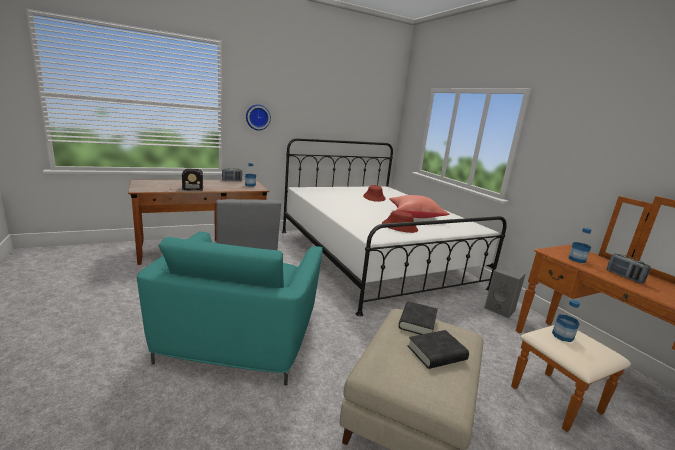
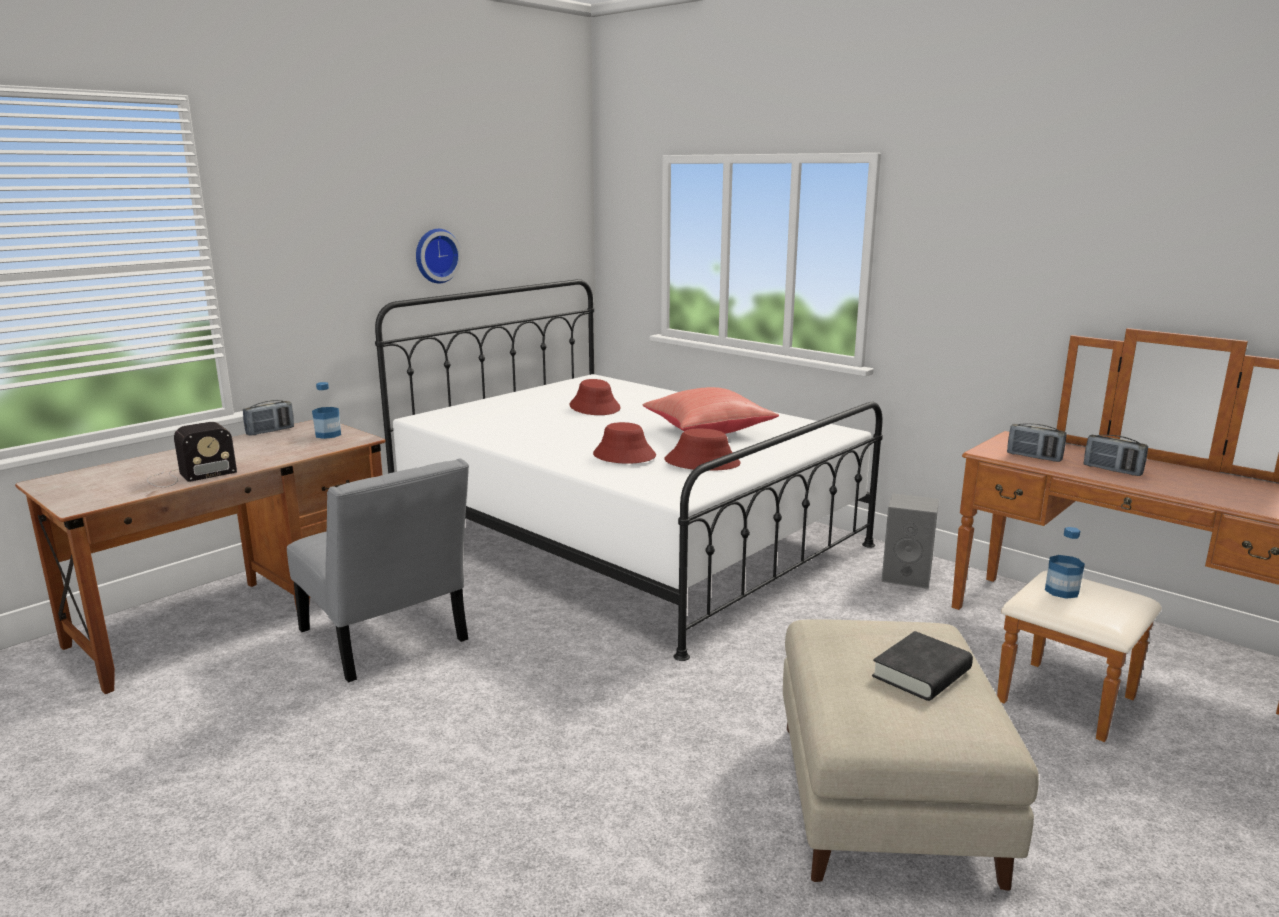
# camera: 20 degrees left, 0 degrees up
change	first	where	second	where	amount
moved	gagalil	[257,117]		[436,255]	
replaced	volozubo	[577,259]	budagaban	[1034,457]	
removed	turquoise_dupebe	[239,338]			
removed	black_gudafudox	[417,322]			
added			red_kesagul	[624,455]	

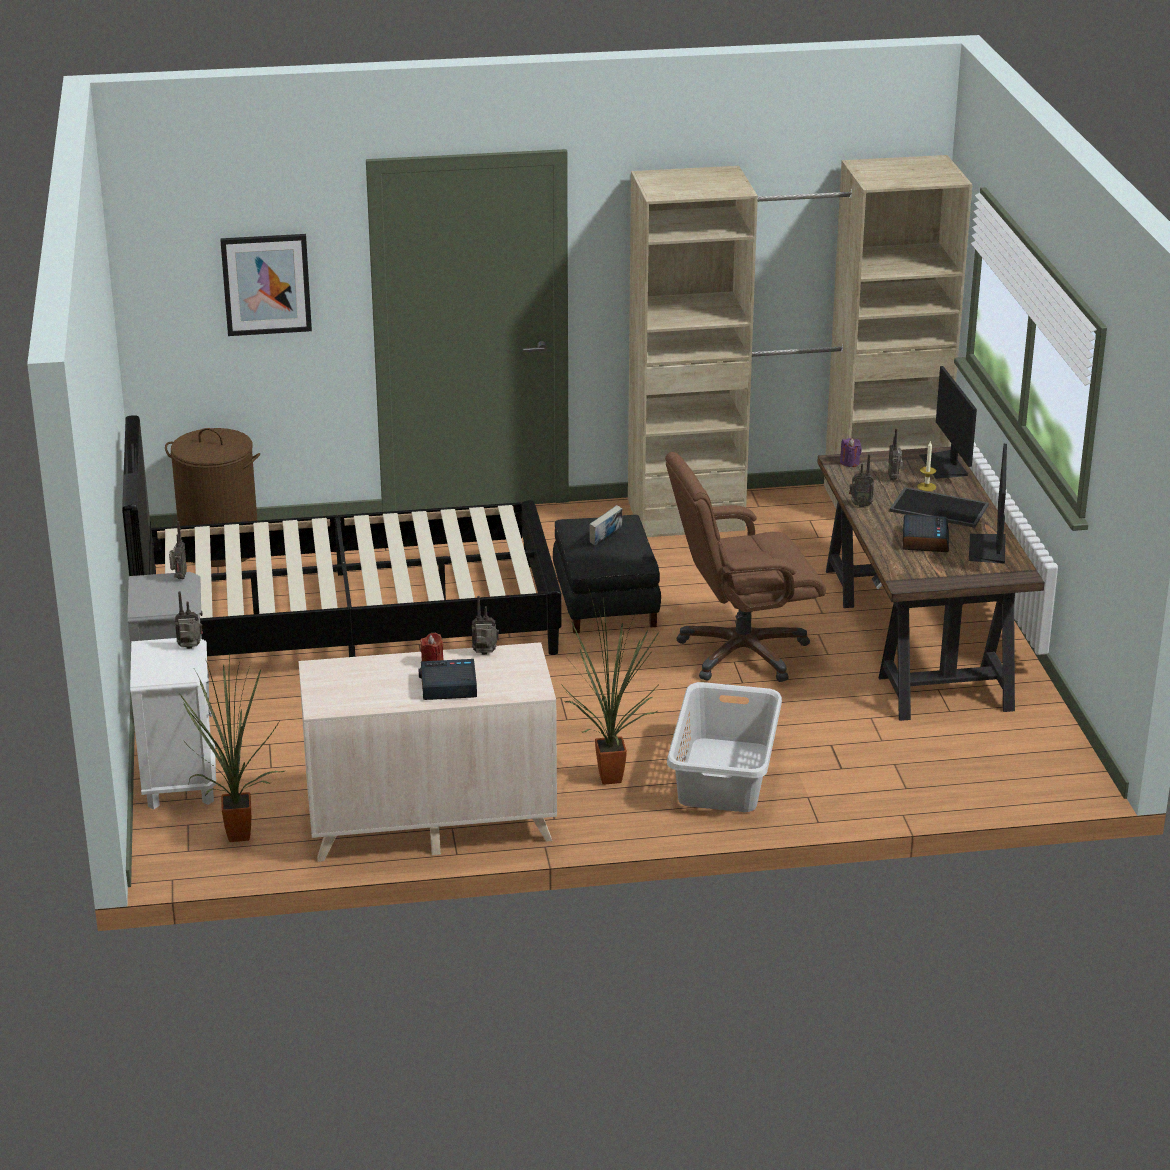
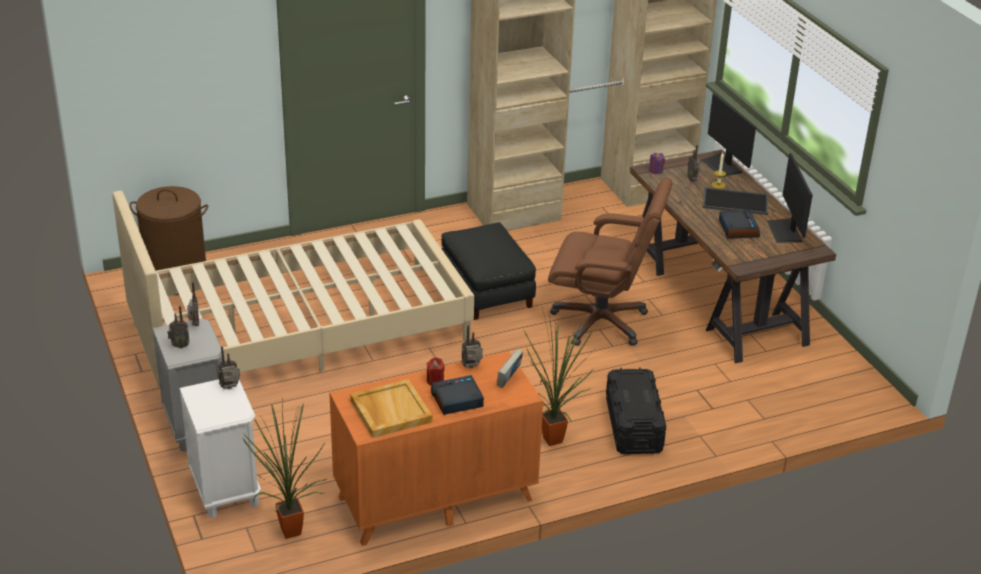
# camera: 15 degrees left, 5 degrees up
change	first	where	second	where	amount
removed	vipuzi	[266,284]			
recoloured	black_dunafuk	[346,622]	beige_dunafuk	[300,331]	
turned	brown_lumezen	[741,653]		[601,321]	135 degrees counterclockwise
moved	budagaban	[860,505]		[179,345]	
moved	gudafudox	[605,539]		[509,380]	
recoloured	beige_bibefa	[430,823]	orange_bibefa	[434,498]	
replaced	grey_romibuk	[725,775]	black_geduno	[633,425]	
added			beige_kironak	[390,411]	

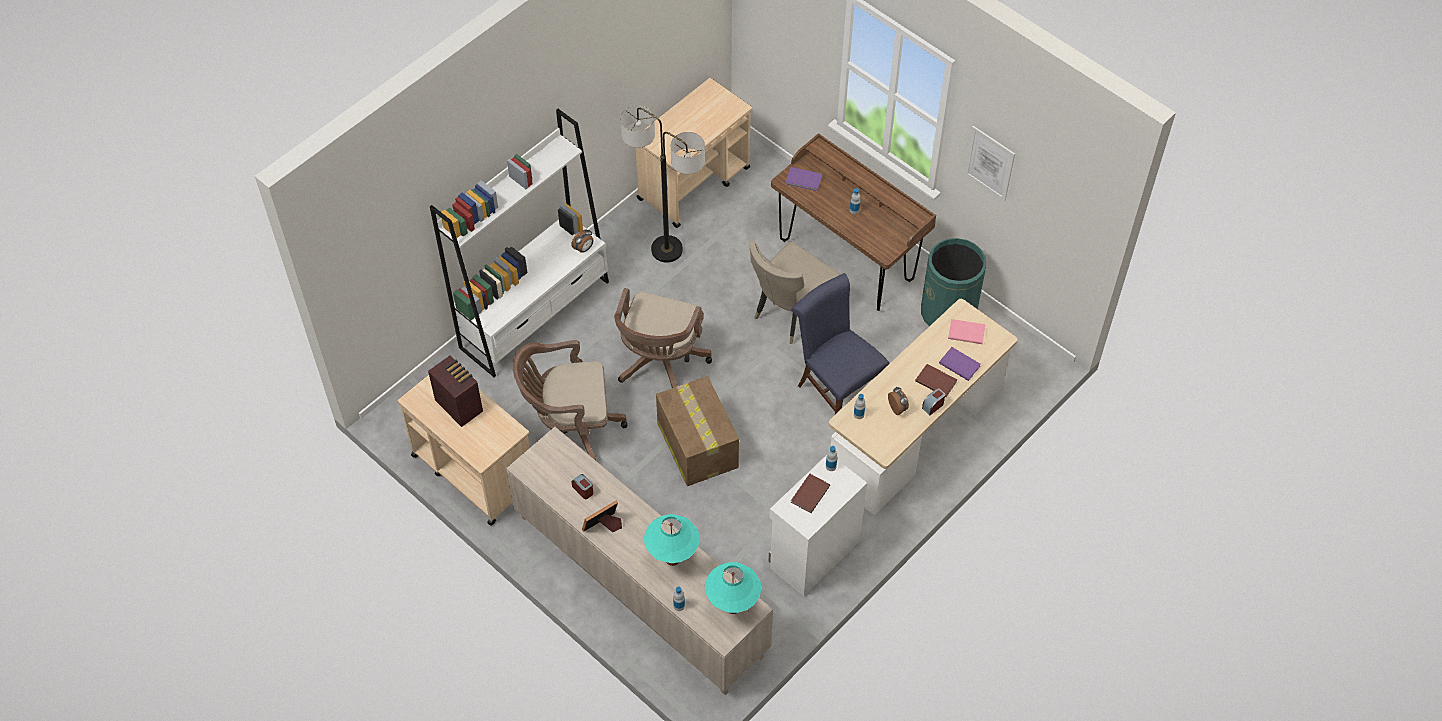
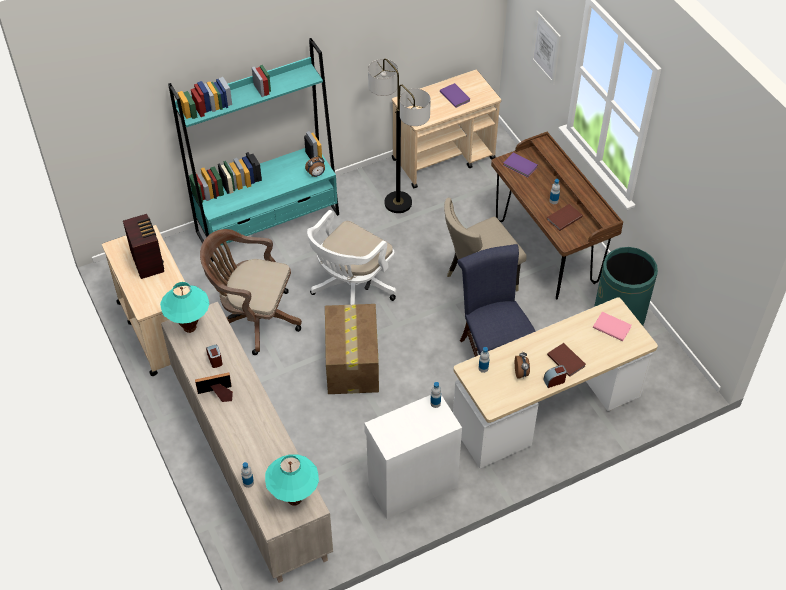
# camera: 20 degrees right, 5 degrees down
change	first	where	second	where	amount
recoloured	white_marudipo	[535,314]	turquoise_marudipo	[268,223]	
moved	vipuzi	[989,163]		[546,47]	
recoloured	brown_lumezen	[660,364]	white_lumezen	[351,290]	
moved	purple_gudafudox	[959,364]		[455,96]	
moved	brown_gudafudox	[809,494]		[563,218]	
moved	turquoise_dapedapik	[672,559]		[189,327]	

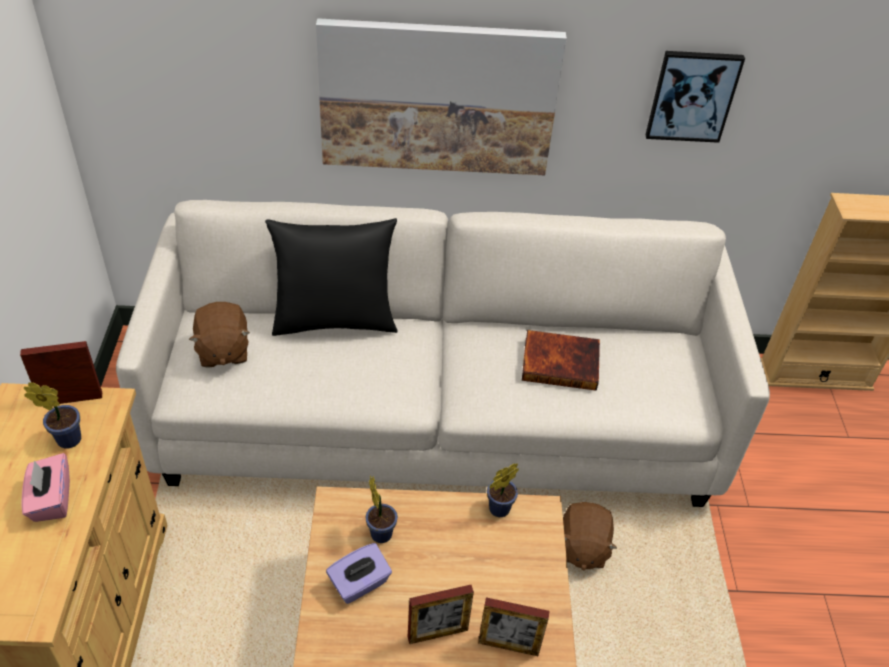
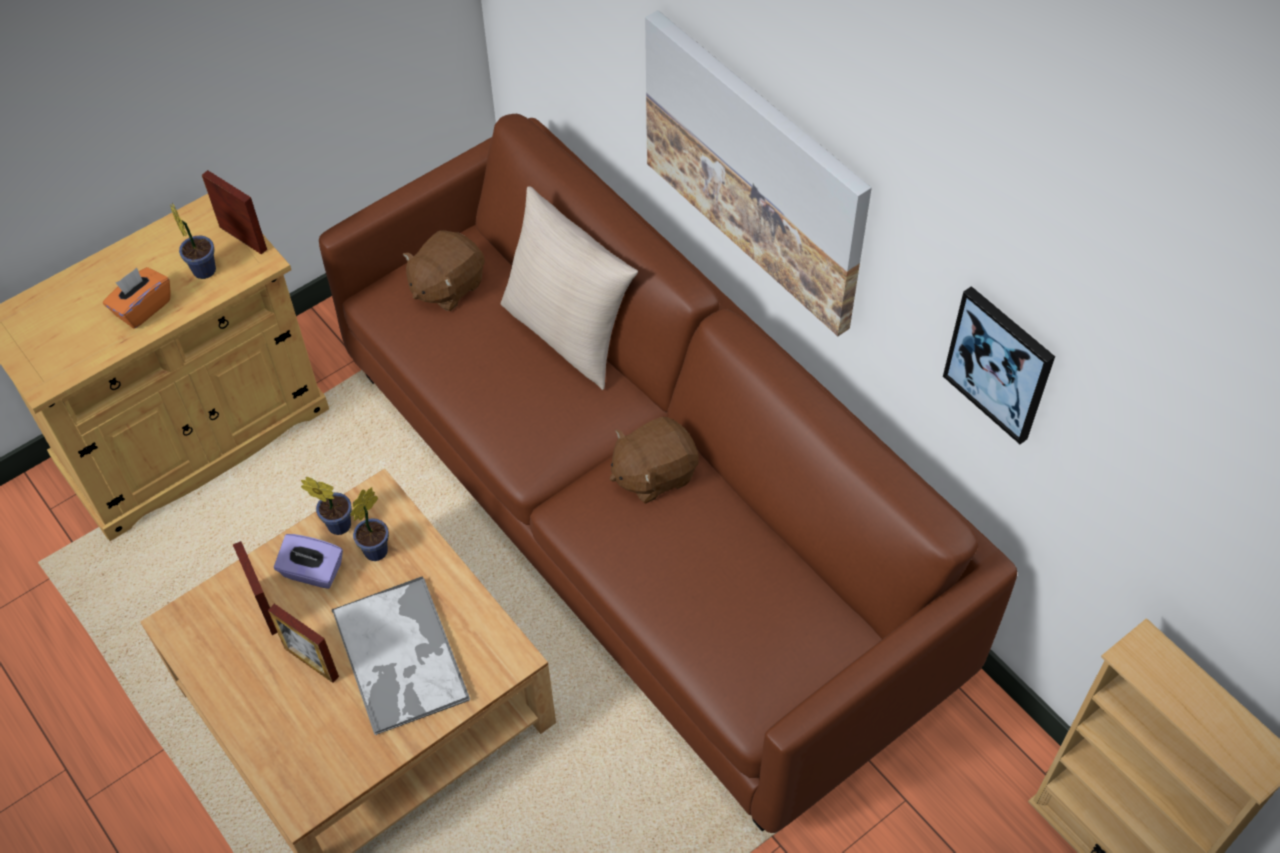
# camera: 55 degrees right, 10 degrees up
change	first	where	second	where	amount
recoloured	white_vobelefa	[438,418]	brown_vobelefa	[643,515]	
recoloured	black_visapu	[335,320]	beige_visapu	[568,333]	
removed	gudafudox	[561,362]			
recoloured	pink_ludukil	[51,500]	orange_ludukil	[142,308]	
moved	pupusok	[496,510]		[336,524]	
moved	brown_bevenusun	[582,548]		[653,474]	
moved	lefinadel	[508,646]		[265,608]	
added			kironak	[401,657]	

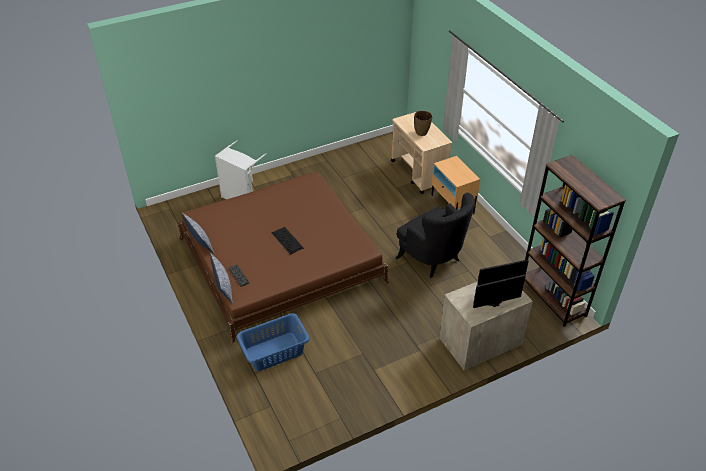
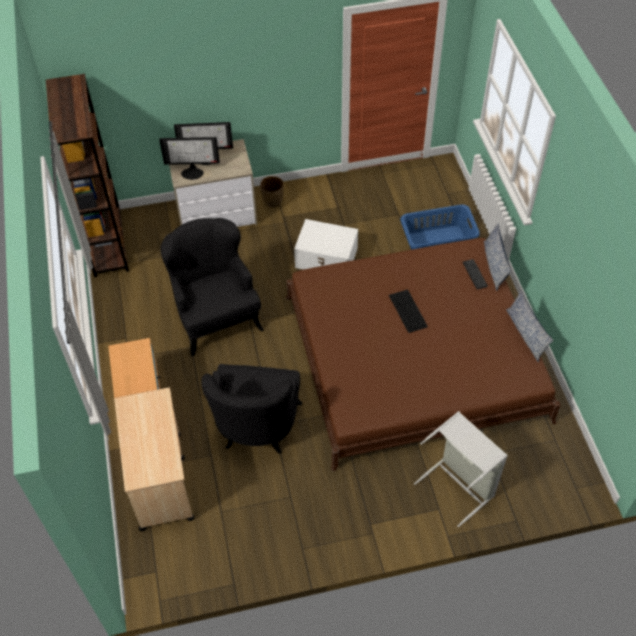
# camera: 165 degrees left, 10 degrees up
change	first	where	second	where	amount
moved	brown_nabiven	[421,132]		[273,203]	
added			white_geduno	[327,258]	
added			black_dupebe	[257,429]	

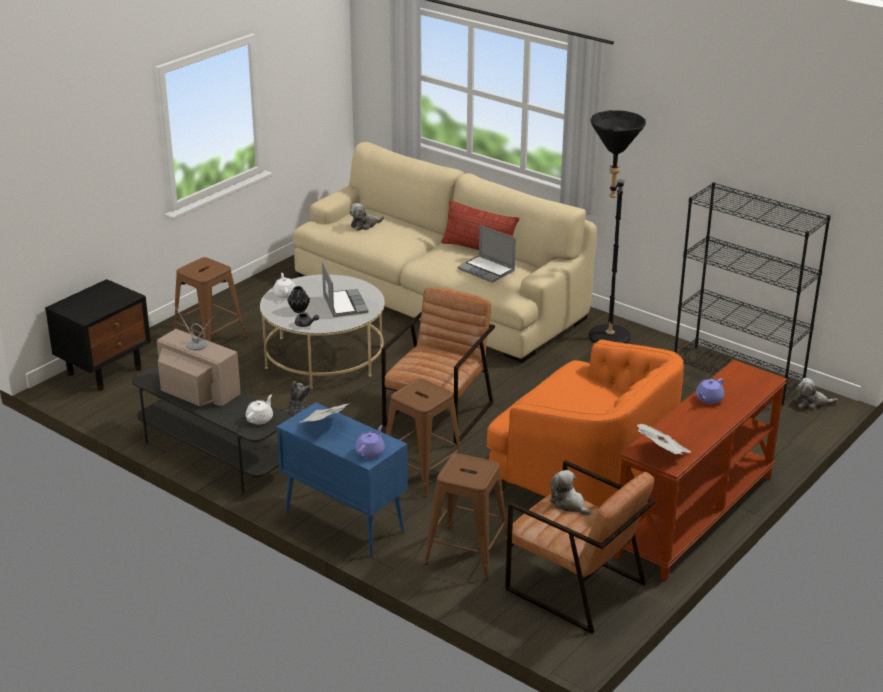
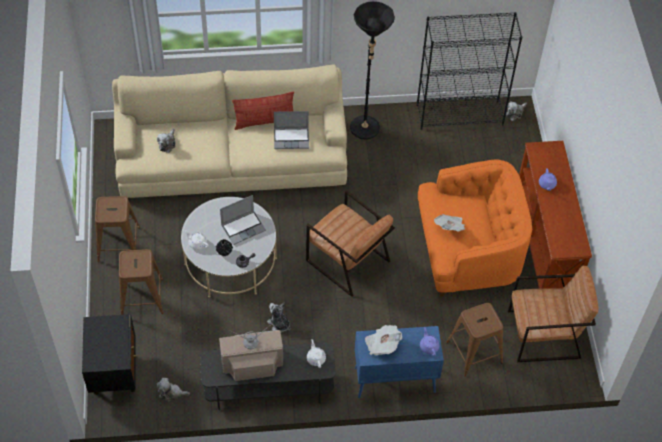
# camera: 45 degrees left, 25 degrees up
change	first	where	second	where	amount
turned	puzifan	[344,304]		[243,227]	120 degrees clockwise
turned	brown_dupebe	[439,414]		[347,261]	150 degrees clockwise
moved	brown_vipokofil	[422,472]		[119,244]	
moved	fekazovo	[662,452]		[449,227]	
moved	bevenusun	[569,504]		[171,393]	

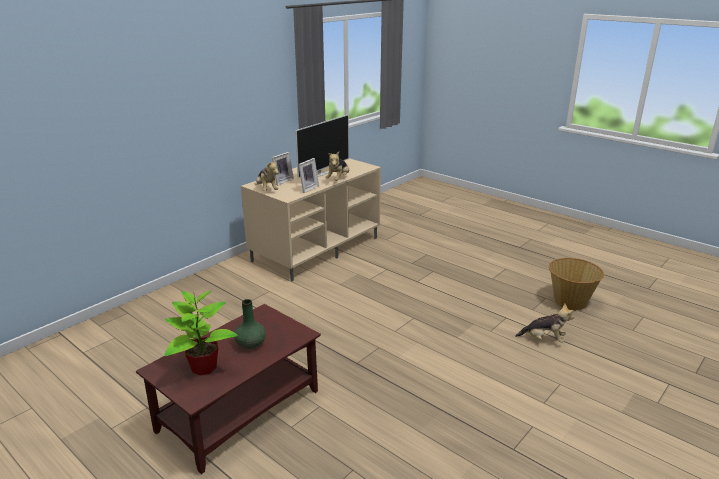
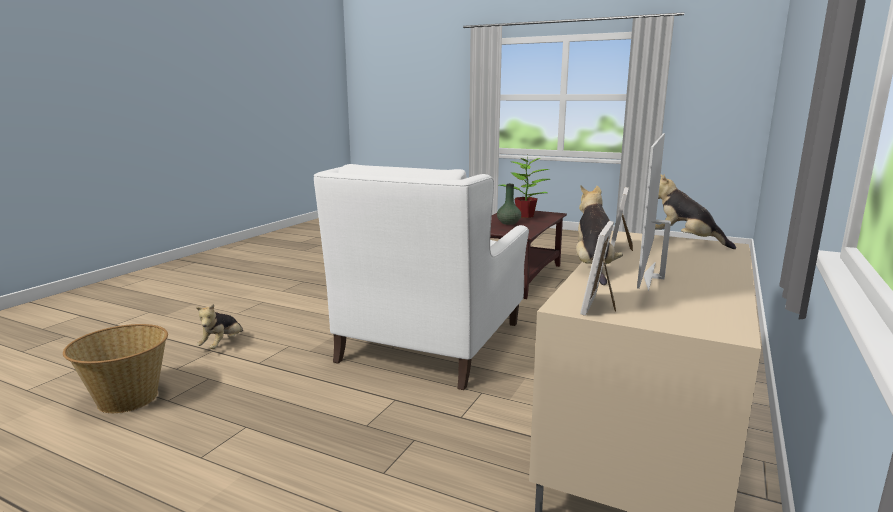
# camera: 165 degrees right, 10 degrees down
change	first	where	second	where	amount
moved	lefinadel	[282,181]		[601,306]	
turned	bevenusun	[544,339]		[222,345]	75 degrees counterclockwise
added			white_dupebe	[432,341]	

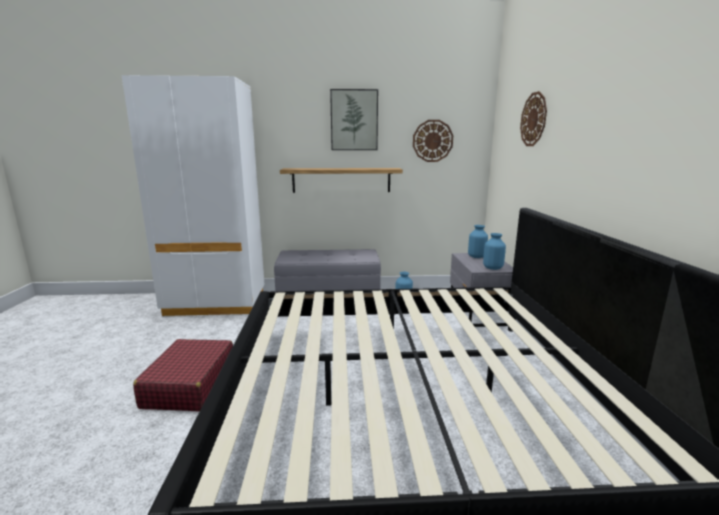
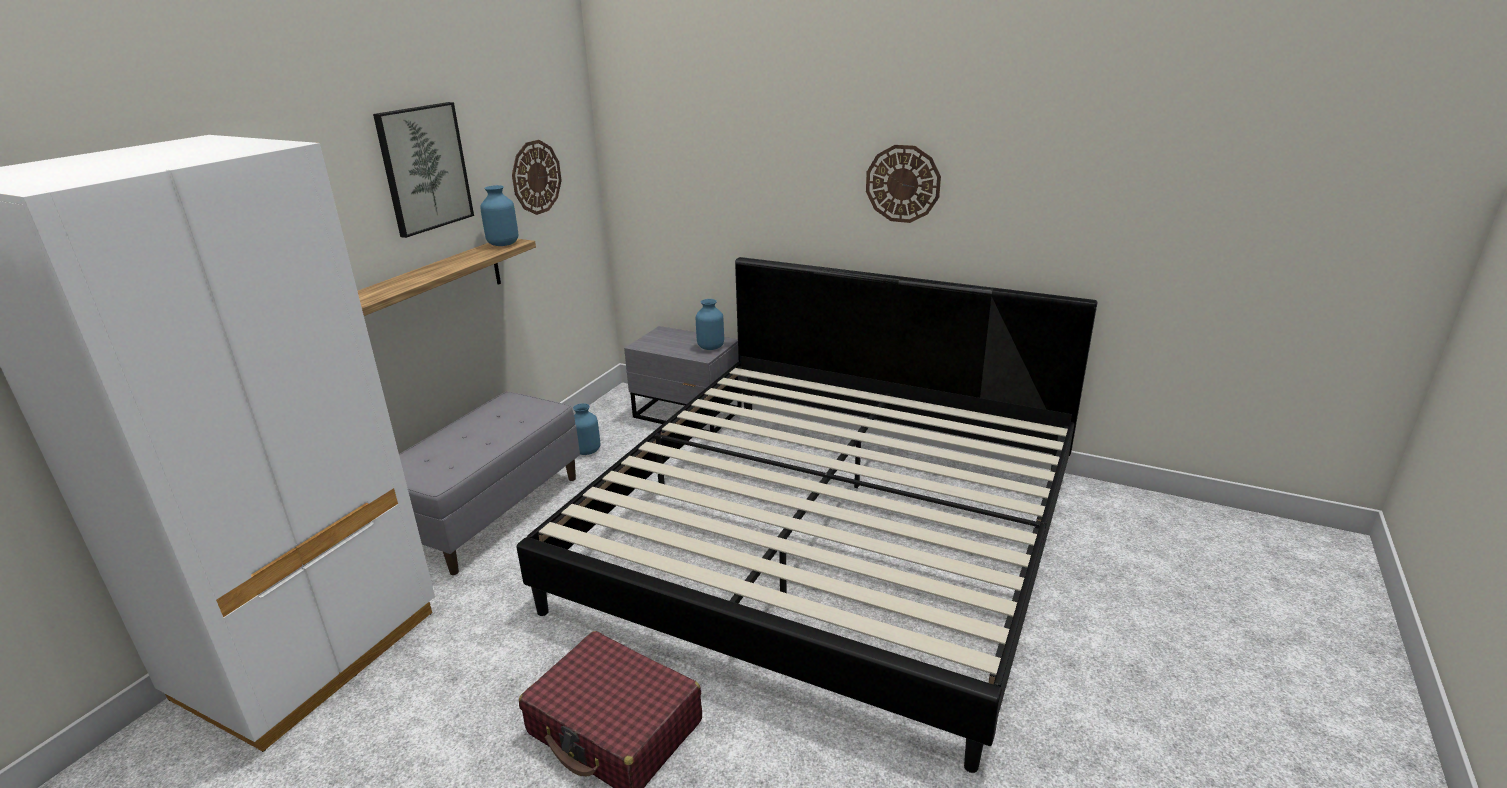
# camera: 60 degrees left, 10 degrees up
change	first	where	second	where	amount
moved	gagalil	[533,119]		[903,184]	
moved	blue_nabiven	[476,256]		[502,244]	

